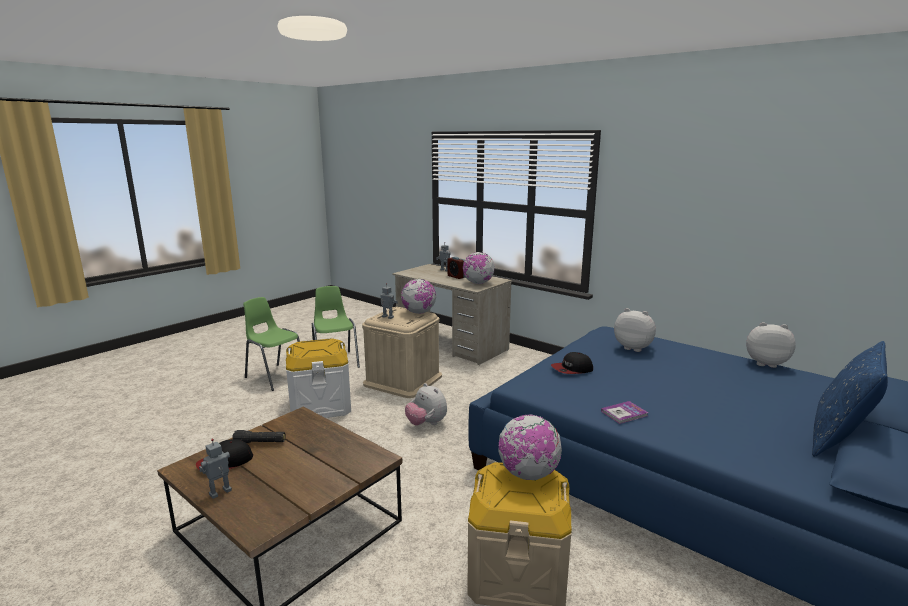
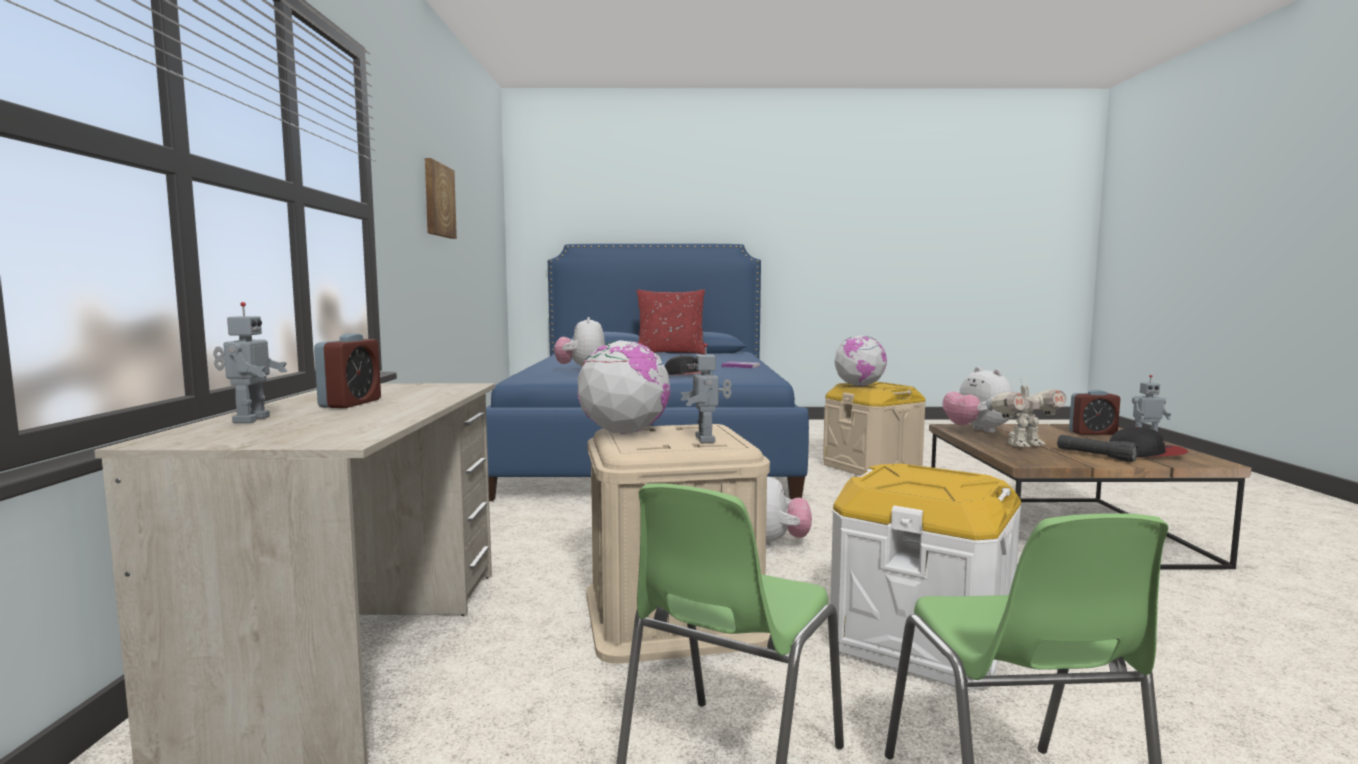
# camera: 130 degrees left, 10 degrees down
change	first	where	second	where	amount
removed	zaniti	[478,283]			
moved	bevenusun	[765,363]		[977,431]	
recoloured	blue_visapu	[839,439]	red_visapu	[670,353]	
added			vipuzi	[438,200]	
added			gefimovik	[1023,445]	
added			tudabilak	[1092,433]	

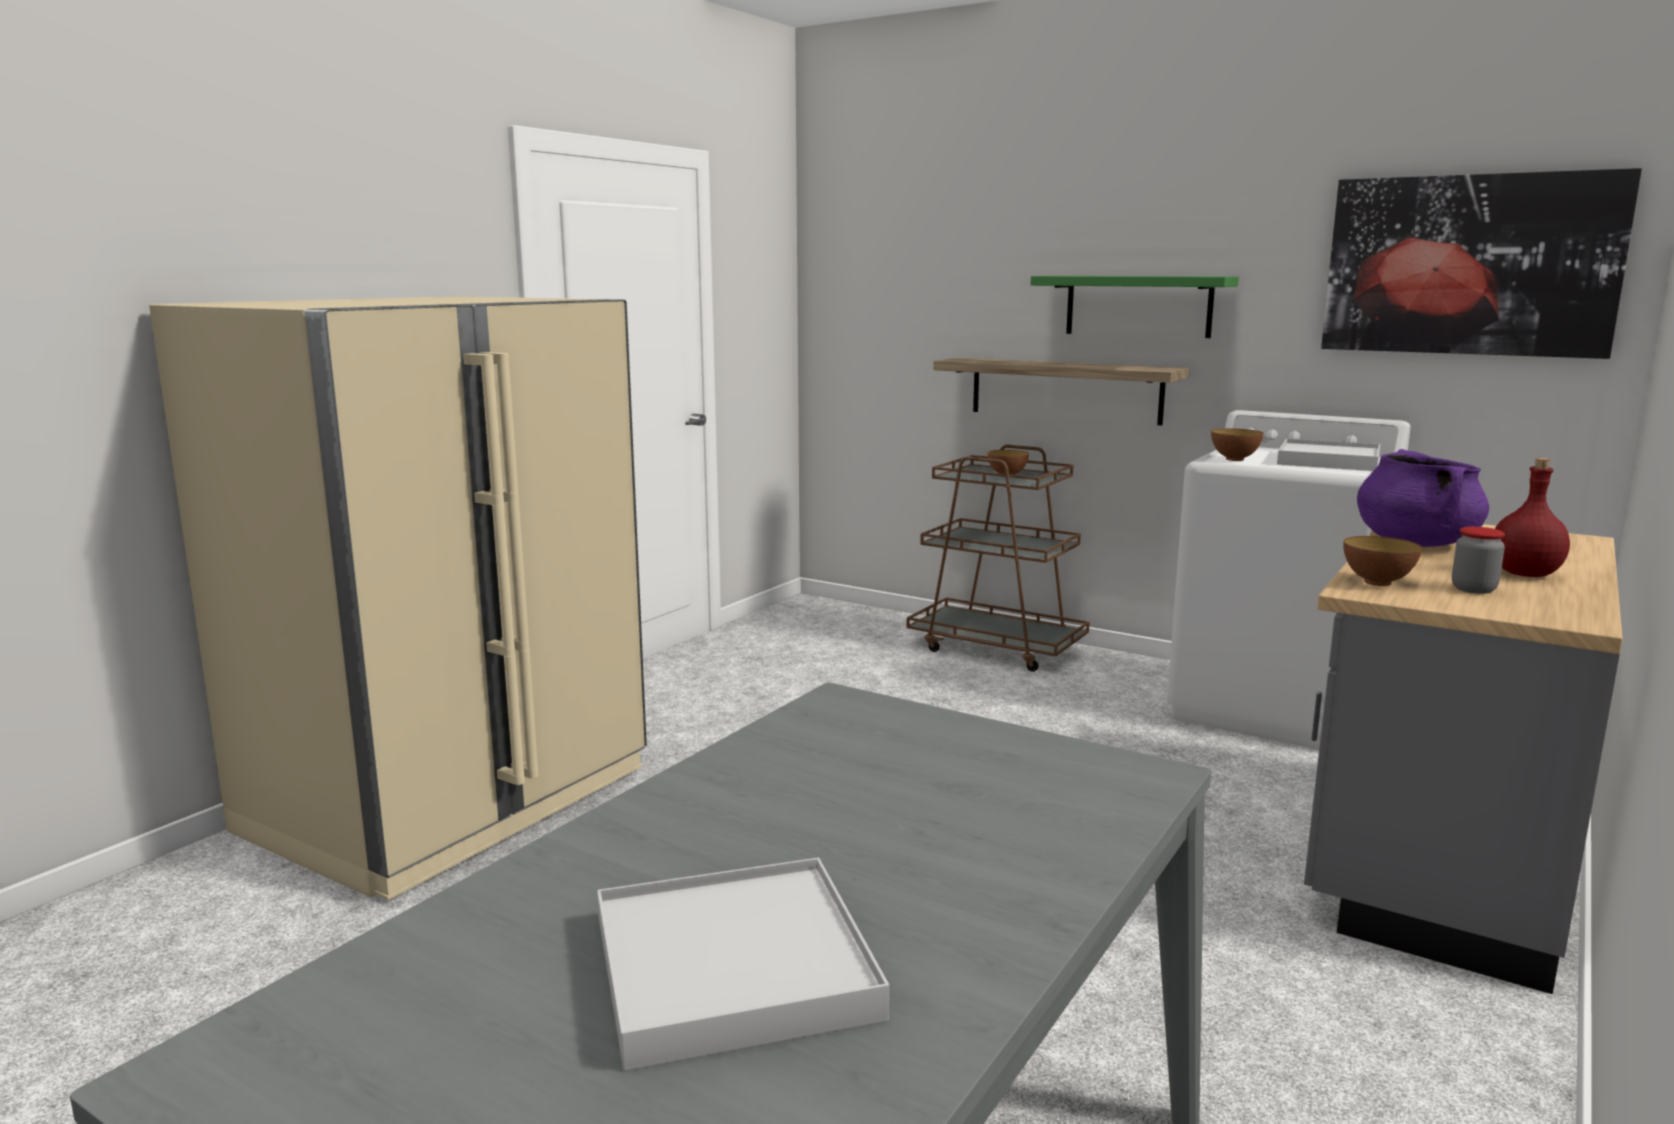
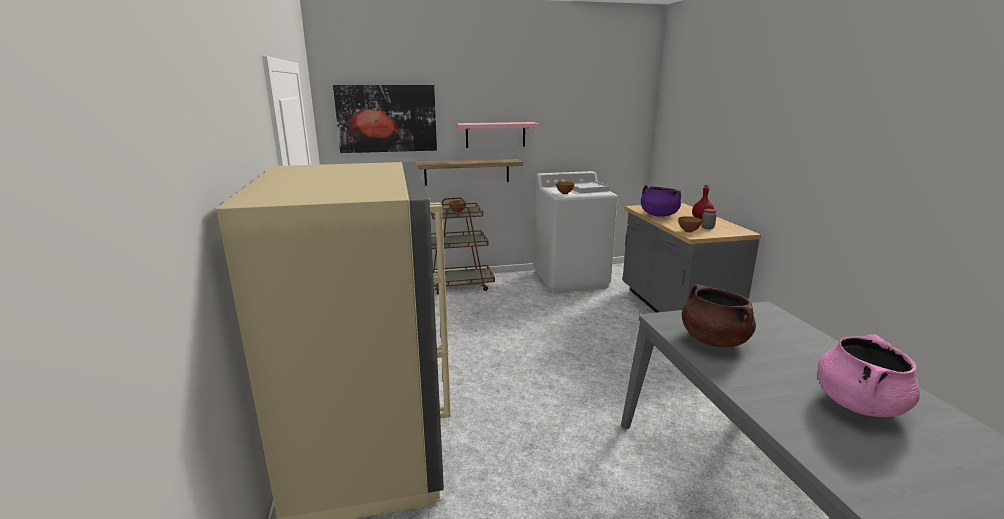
# camera: 45 degrees left, 5 degrees up
change	first	where	second	where	amount
moved	vipuzi	[1469,265]		[387,118]	
recoloured	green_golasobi	[1138,306]	pink_golasobi	[495,134]	
replaced	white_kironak	[734,967]	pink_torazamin	[858,404]	
added			brown_torazamin	[713,340]	

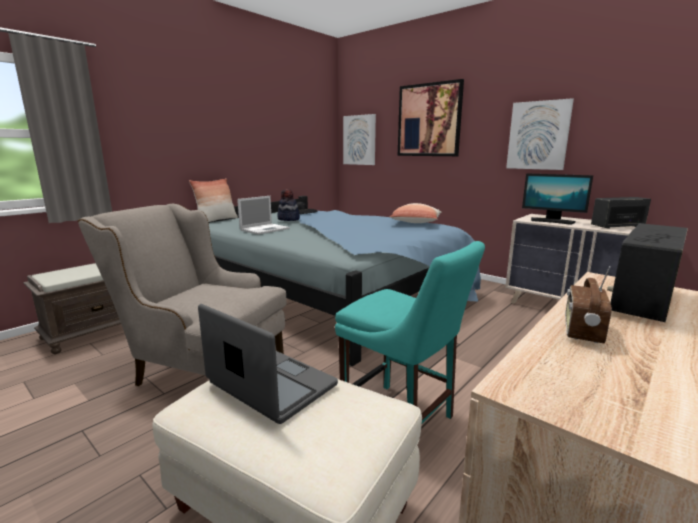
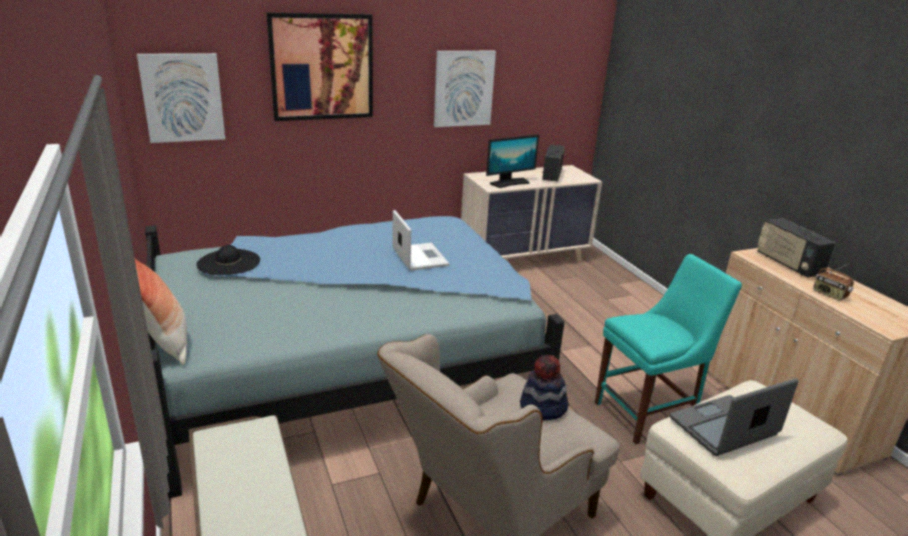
# camera: 65 degrees left, 10 degrees up
change	first	where	second	where	amount
moved	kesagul	[288,219]		[543,408]	
moved	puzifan	[265,229]		[419,256]	
removed	visapu	[415,223]			

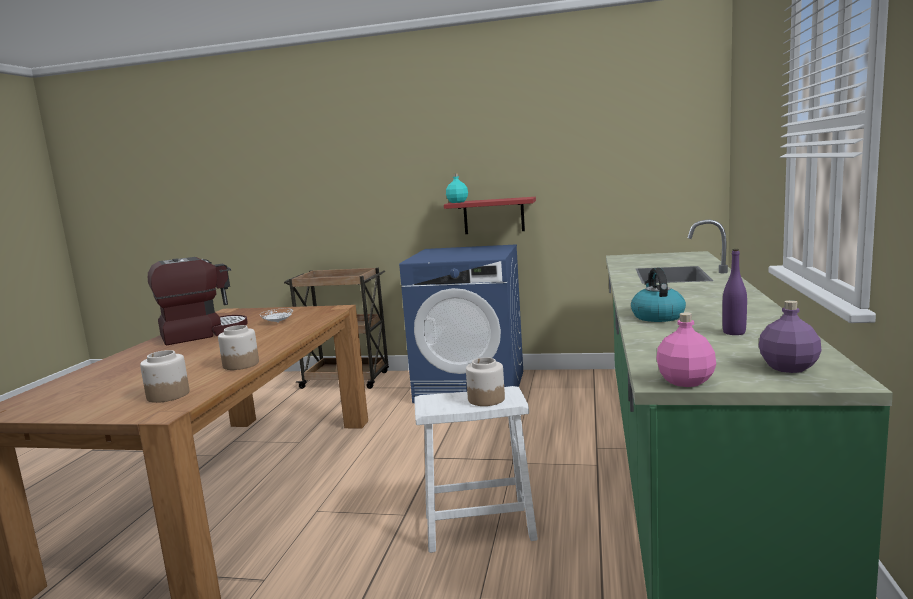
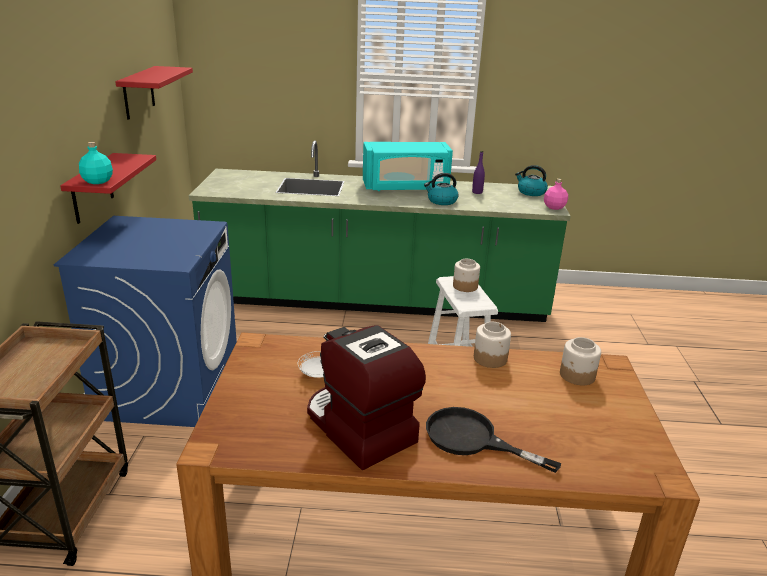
# camera: 100 degrees left, 15 degrees up
change	first	where	second	where	amount
replaced	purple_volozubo	[787,368]	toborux	[530,192]	
added			red_golasobi	[138,92]	
added			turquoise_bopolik	[405,188]	
added			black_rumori	[472,439]	

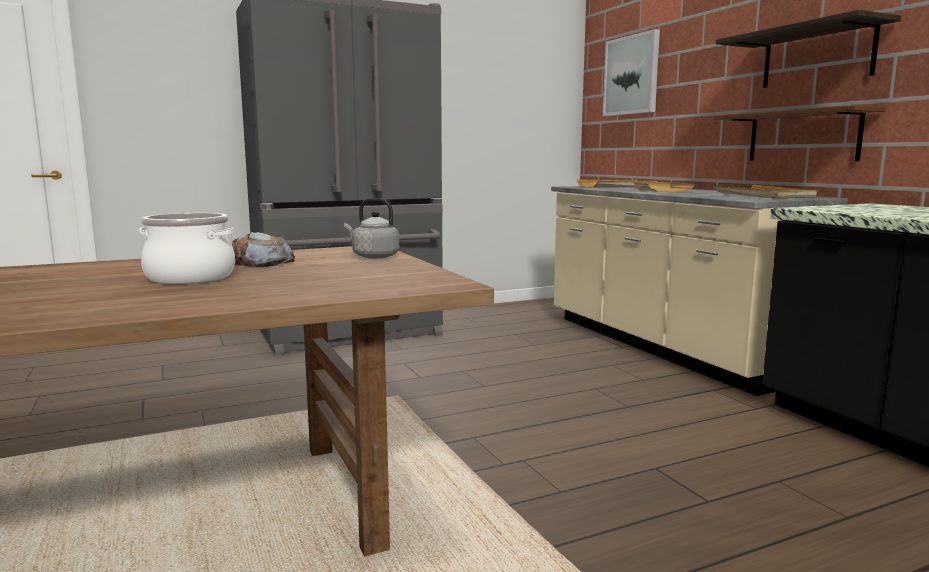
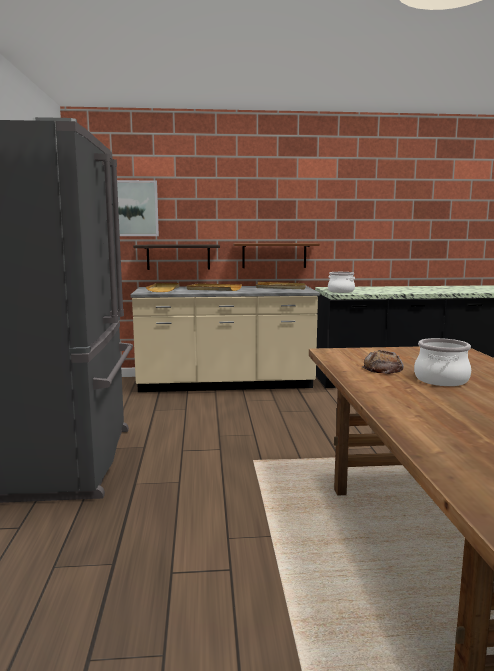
# camera: 70 degrees left, 0 degrees up
change	first	where	second	where	amount
moved	golasobi	[817,56]		[178,257]	
removed	grey_toborux	[373,256]			
added			torazamin	[341,291]	

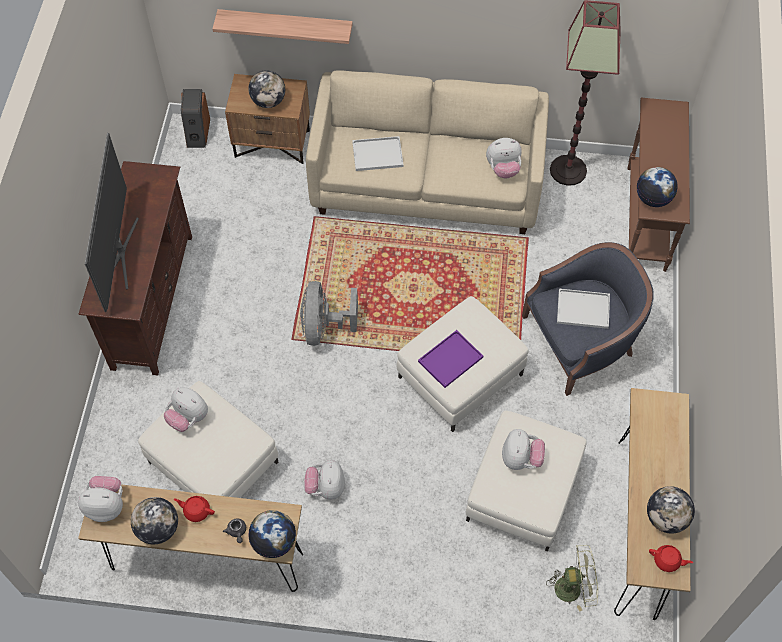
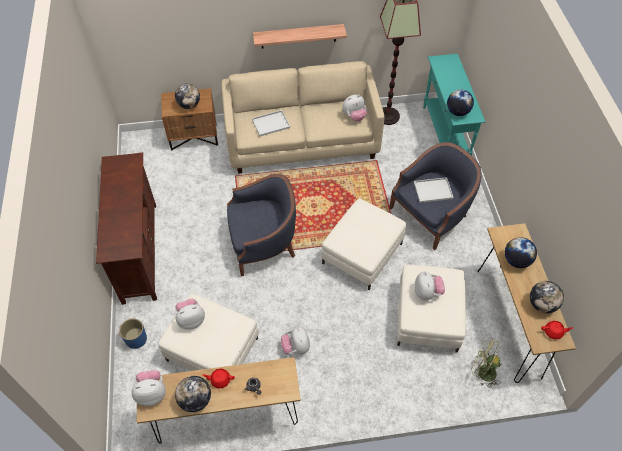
# camera: 15 degrees left, 5 degrees down
change	first	where	second	where	amount
moved	golasobi	[285,26]		[298,36]	
removed	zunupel	[197,133]			
recoloured	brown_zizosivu	[645,218]	turquoise_zizosivu	[444,134]	
removed	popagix	[119,252]			
replaced	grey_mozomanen	[324,327]	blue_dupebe	[262,243]	
removed	purple_kironak	[451,358]			
turned	bevenusun	[188,418]		[191,320]	135 degrees clockwise
moved	zaniti	[274,541]		[516,260]	
turned	green_mozomanen	[573,587]		[482,371]	135 degrees counterclockwise
added			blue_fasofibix	[136,339]	

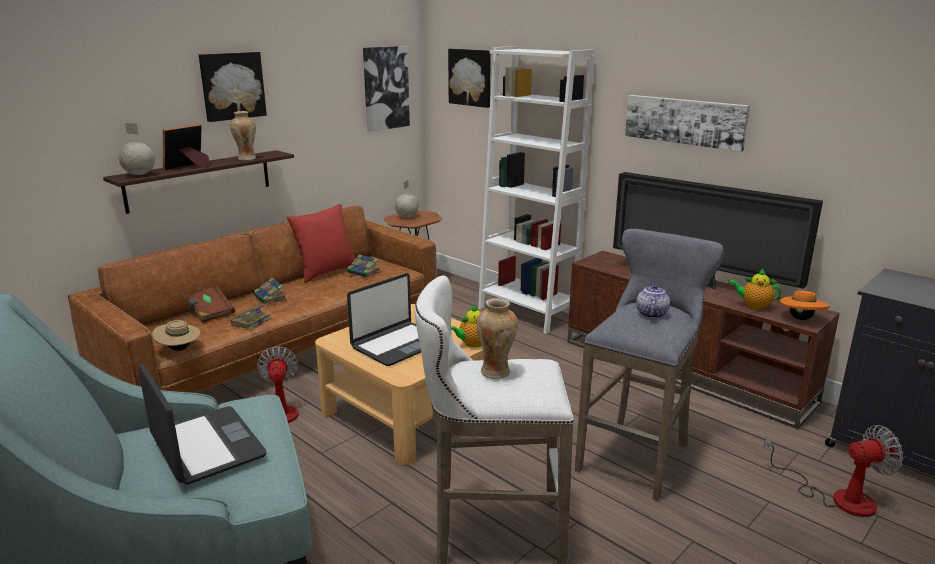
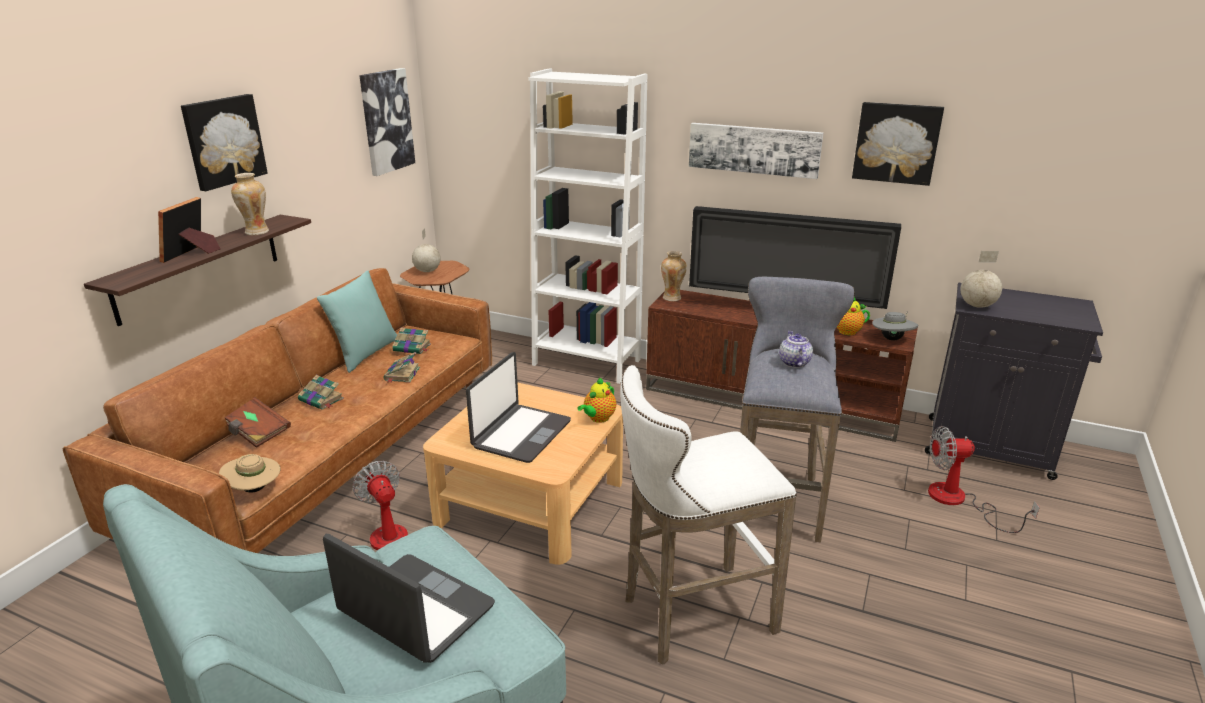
# camera: 20 degrees left, 5 degrees up
change	first	where	second	where	amount
moved	vipuzi	[470,77]		[896,143]	
moved	zaniti	[139,175]		[977,306]	
recoloured	red_visapu	[326,272]	turquoise_visapu	[365,354]	
recoloured	orange_kesagul	[801,319]	grey_kesagul	[892,339]	
moved	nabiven	[496,372]		[672,298]	
moved	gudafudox	[250,322]		[402,374]	
turned	mozomanen	[838,497]		[959,501]	150 degrees counterclockwise

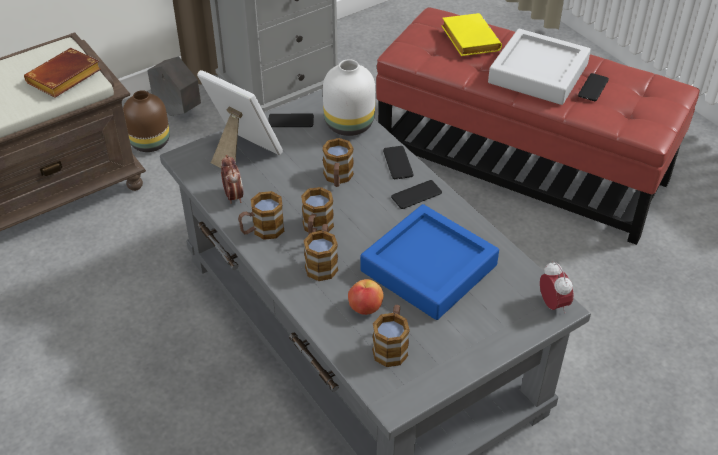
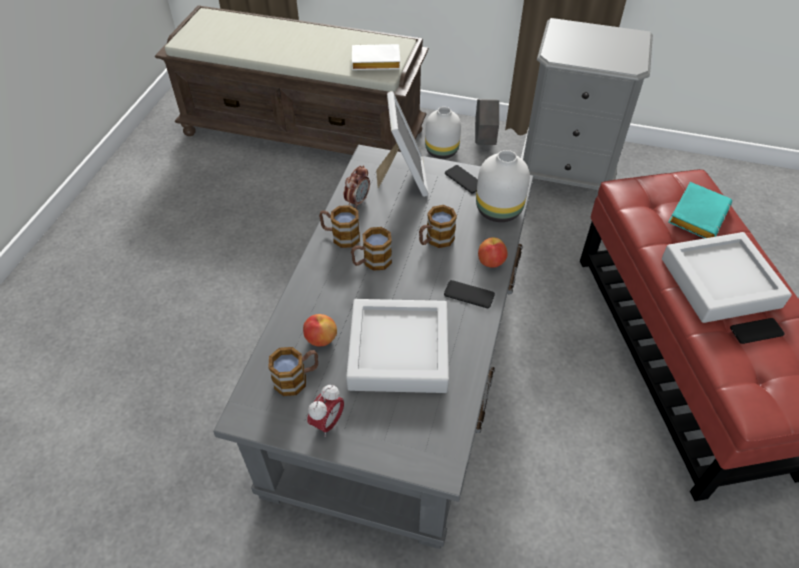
# camera: 50 degrees right, 5 degrees up
change	first	where	second	where	amount
recoloured	yellow_gudafudox	[468,39]	turquoise_gudafudox	[696,214]	
recoloured	brown_gudafudox	[64,79]	white_gudafudox	[374,63]	
recoloured	brown_nabiven	[150,142]	white_nabiven	[442,150]	
replaced	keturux	[398,163]	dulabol	[491,262]	
recoloured	blue_kironak	[428,268]	grey_kironak	[398,351]	
removed	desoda	[322,263]			
moved	tudabilak	[553,305]		[327,423]	

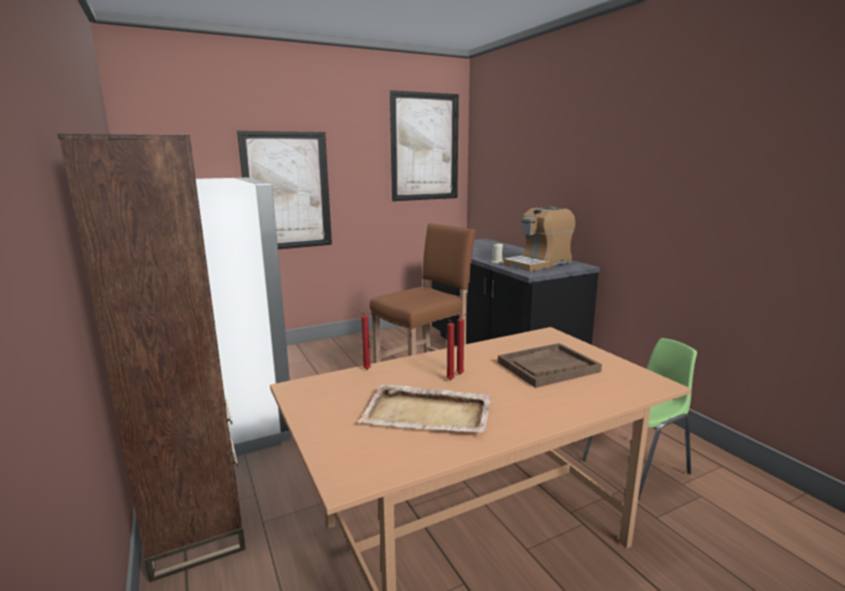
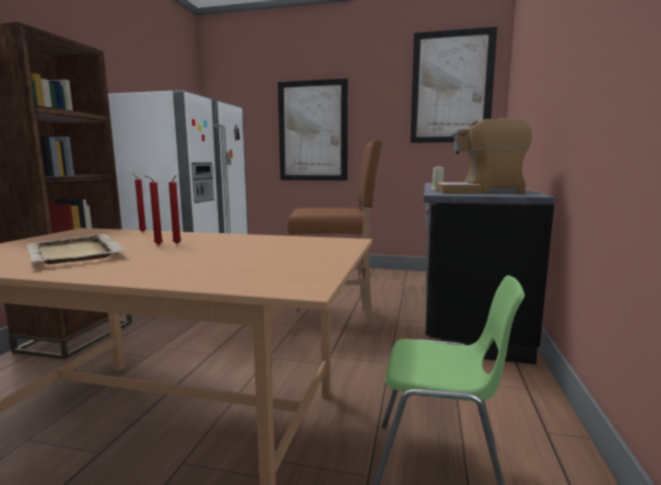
# camera: 40 degrees right, 5 degrees down
change	first	where	second	where	amount
removed	brown_kironak	[548,367]			

